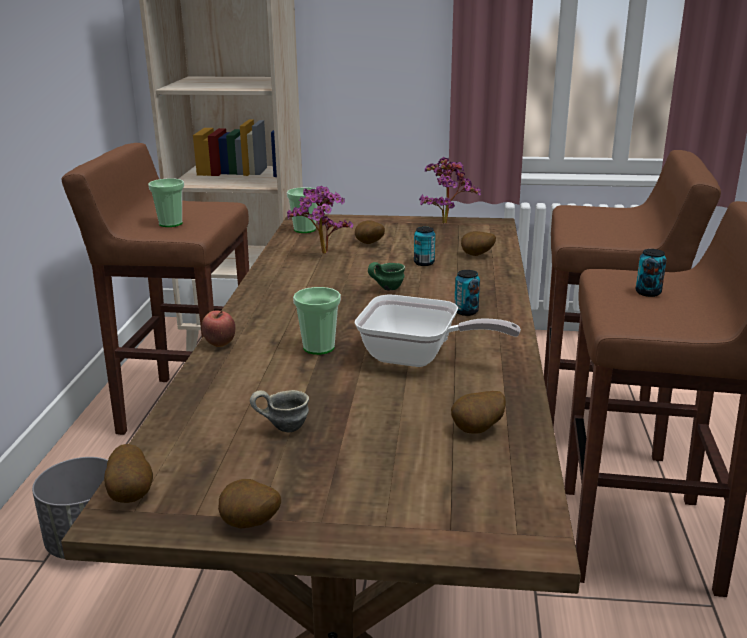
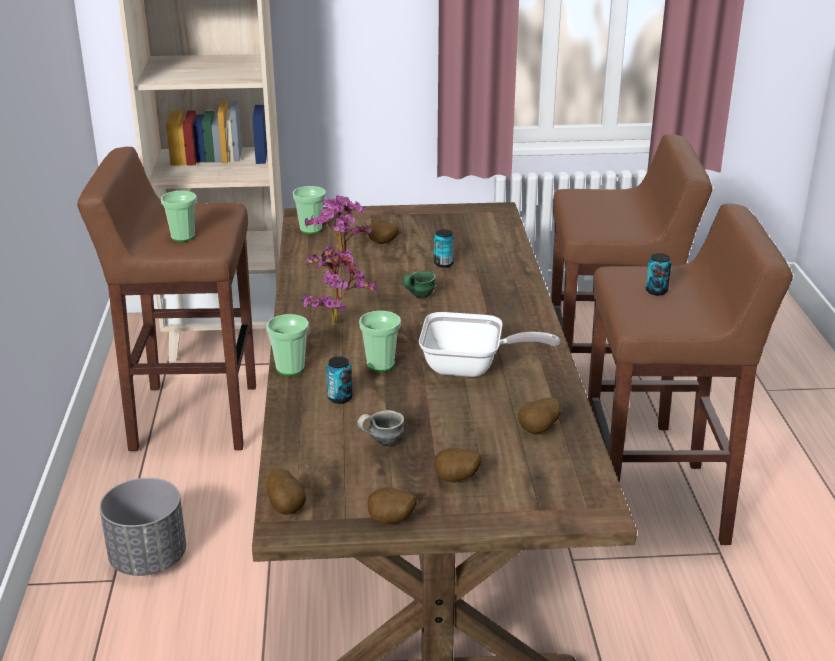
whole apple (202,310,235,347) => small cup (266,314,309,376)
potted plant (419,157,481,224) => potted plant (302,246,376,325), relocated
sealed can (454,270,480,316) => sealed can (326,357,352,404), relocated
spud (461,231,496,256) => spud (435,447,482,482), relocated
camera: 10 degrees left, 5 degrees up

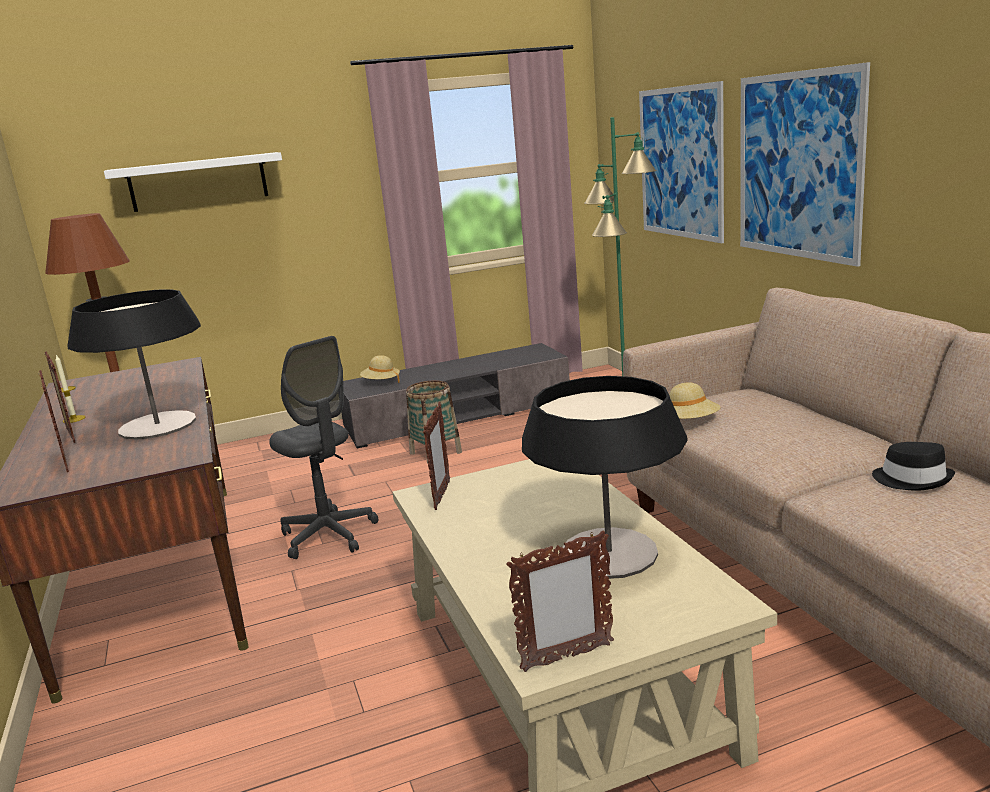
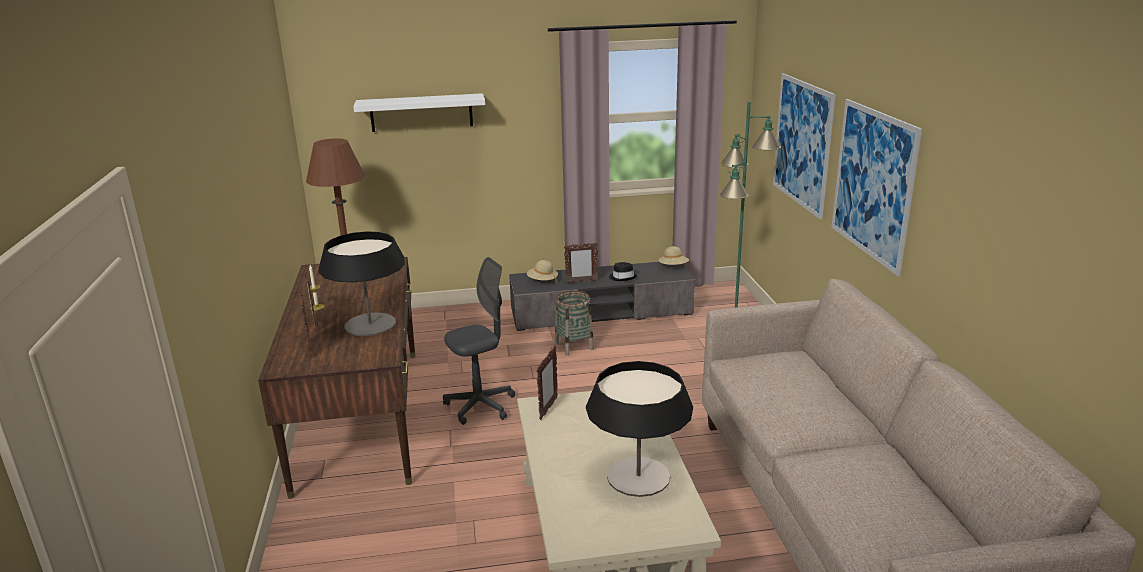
grey office chair (269,336,378,559) => grey office chair (443,257,515,425), 90 degrees counterclockwise
standing frame (506,530,614,672) => standing frame (564,242,598,284), relocated
black hat (872,442,955,491) => black hat (609,262,637,281), relocated
beige-coloured hat (669,382,721,419) => beige-coloured hat (658,246,689,265), relocated
camera: 10 degrees right, 5 degrees up

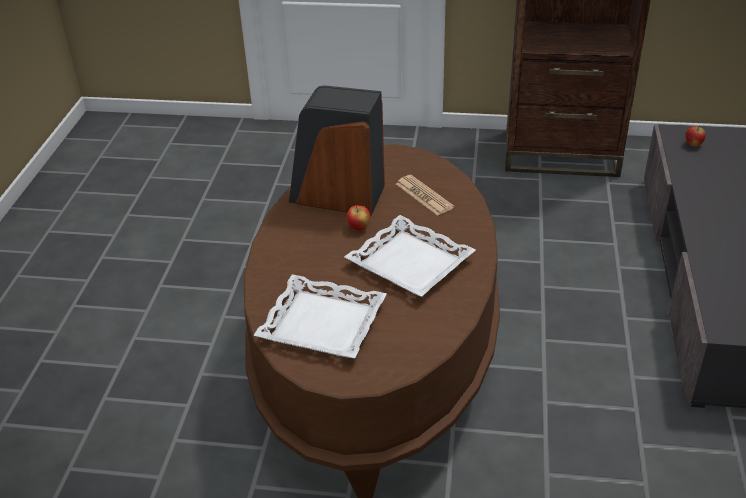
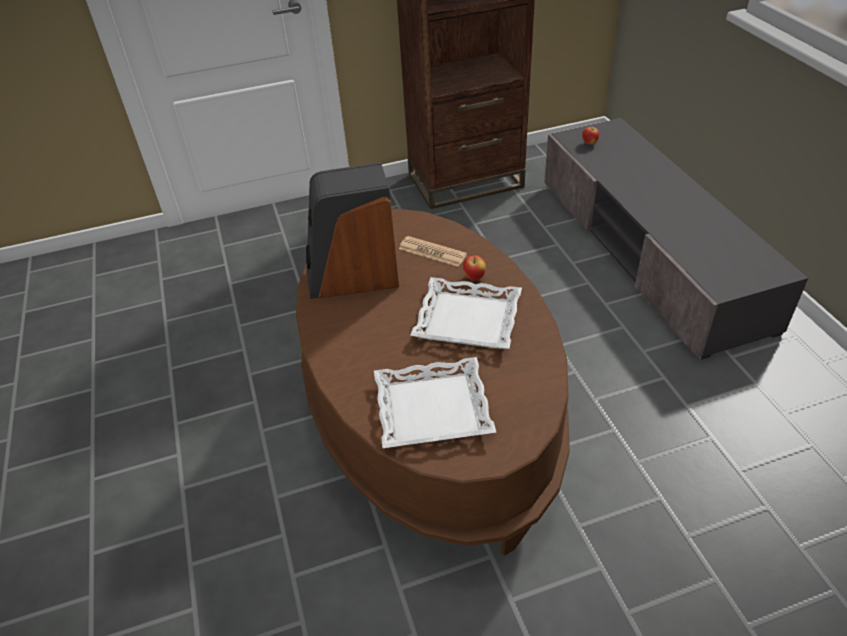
whole apple (346,205,370,231) => whole apple (463,255,486,280), relocated
camera: 25 degrees left, 5 degrees up

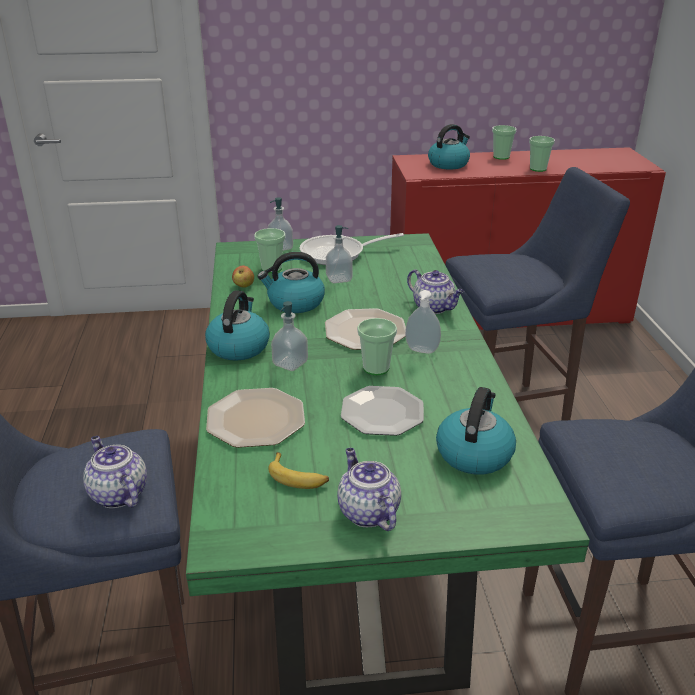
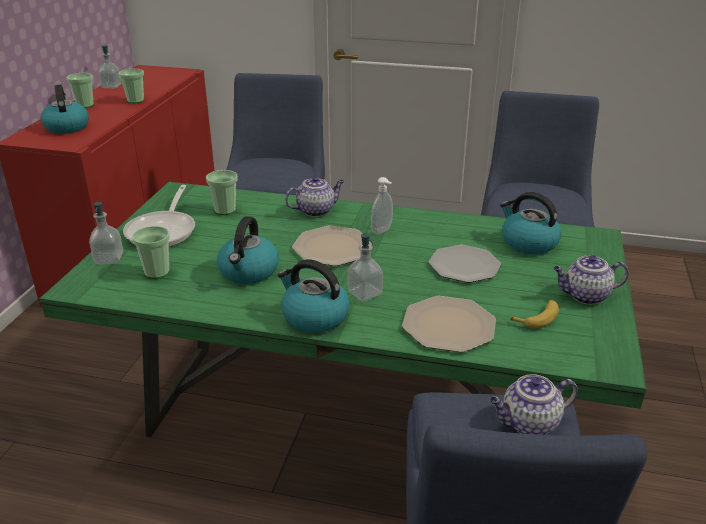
soap bottle (326,225,353,283) => soap bottle (99,45,121,89), relocated
small cup (357,318,397,375) => small cup (206,170,238,215), relocated
whole apple (232,266,254,288) => nothing
camera: 70 degrees left, 0 degrees up

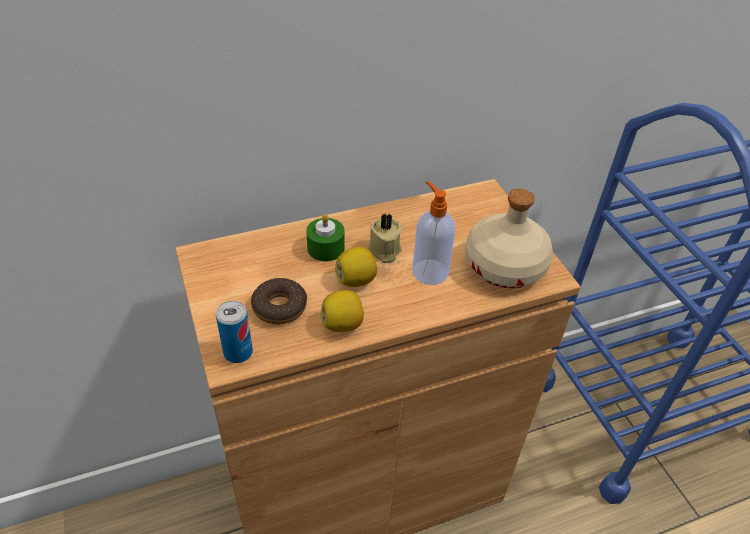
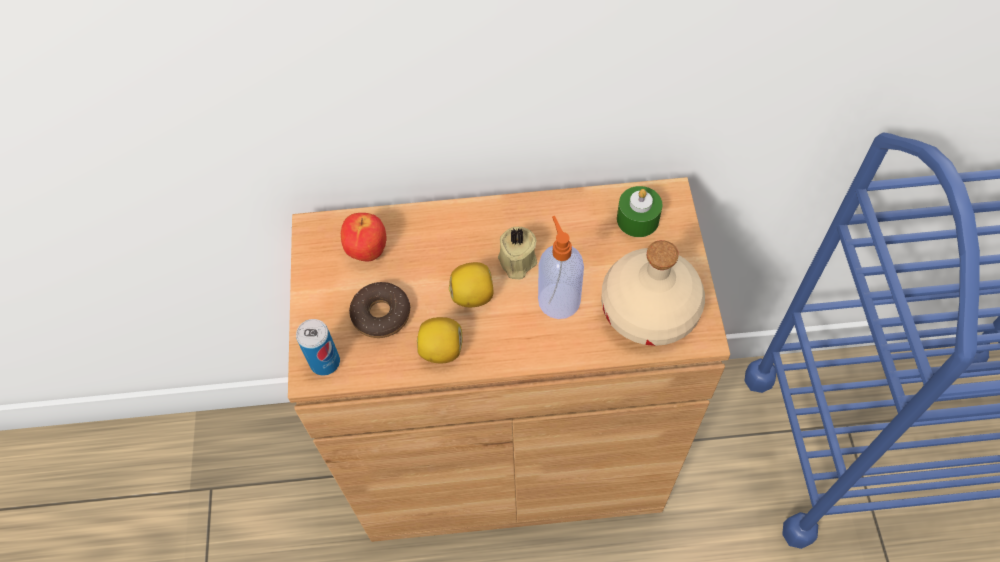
nothing => whole apple (341,213,387,261)
greenish candle (306,214,344,262) => greenish candle (617,186,663,237), relocated
camera: 20 degrees right, 15 degrees up

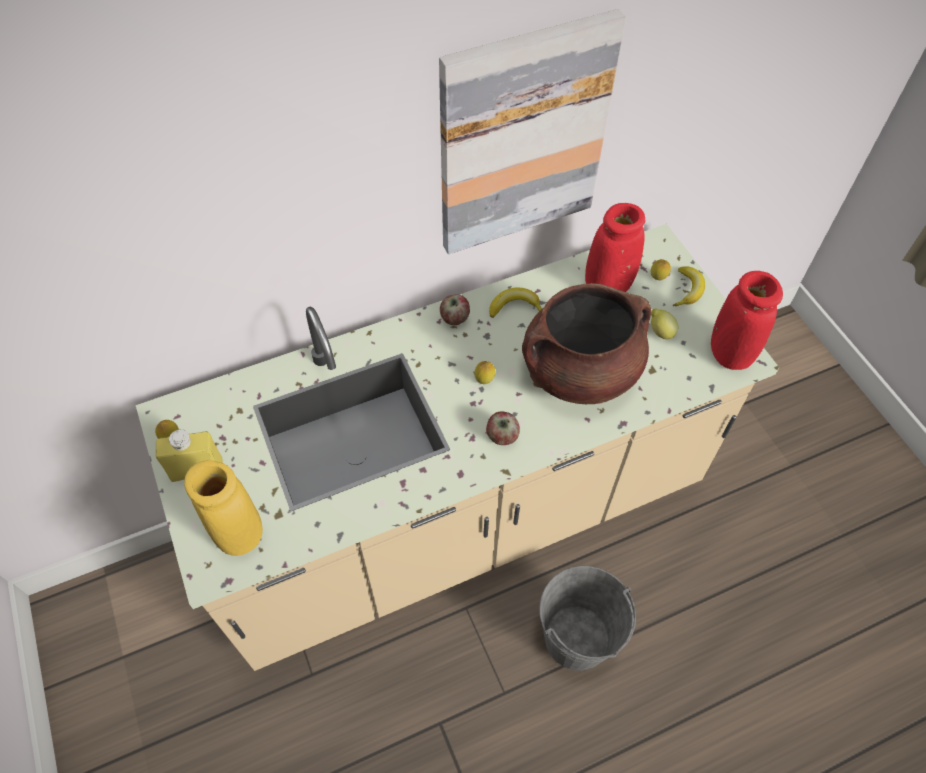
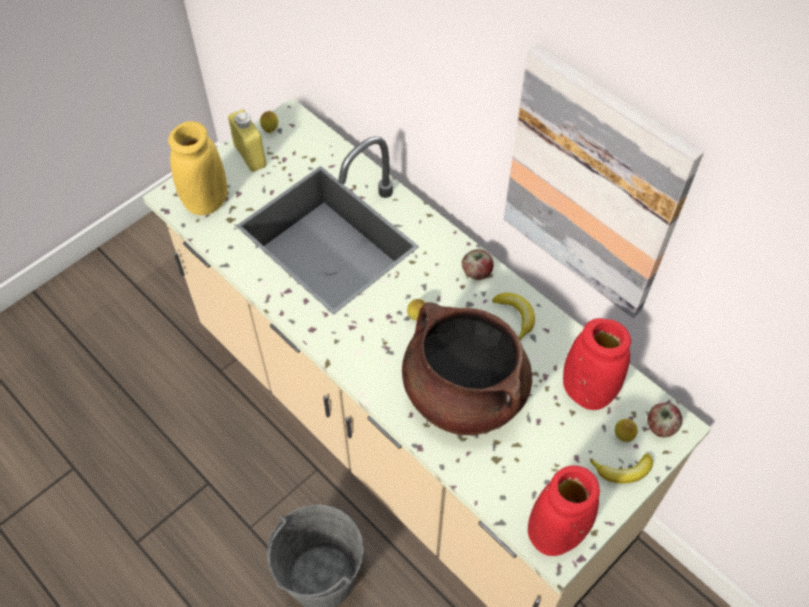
whole apple (486,411,520,445) => whole apple (647,403,682,437), relocated
whole lemon (651,308,678,339) => nothing
camera: 70 degrees right, 0 degrees up

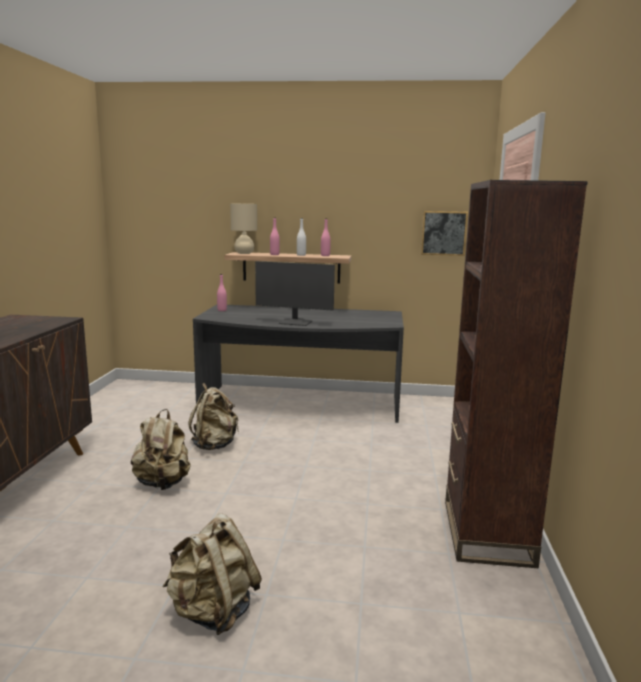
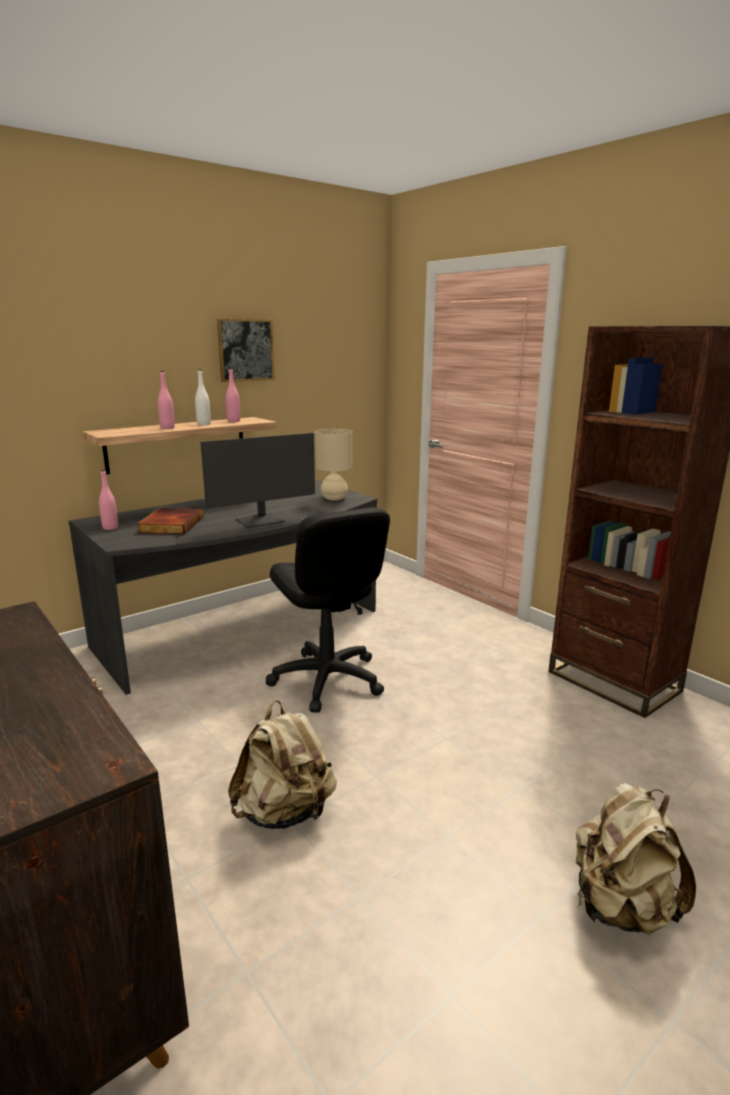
nothing => bound book (137,508,204,535)
picture (421,211,468,256) => picture (217,319,275,382), relocated
nothing => black office chair (266,507,390,713)
beige-coloured tabletop lamp (230,204,257,254) => beige-coloured tabletop lamp (315,429,352,501), relocated
beige-coloured rucksack (188,383,239,450) => nothing
camera: 45 degrees left, 5 degrees up

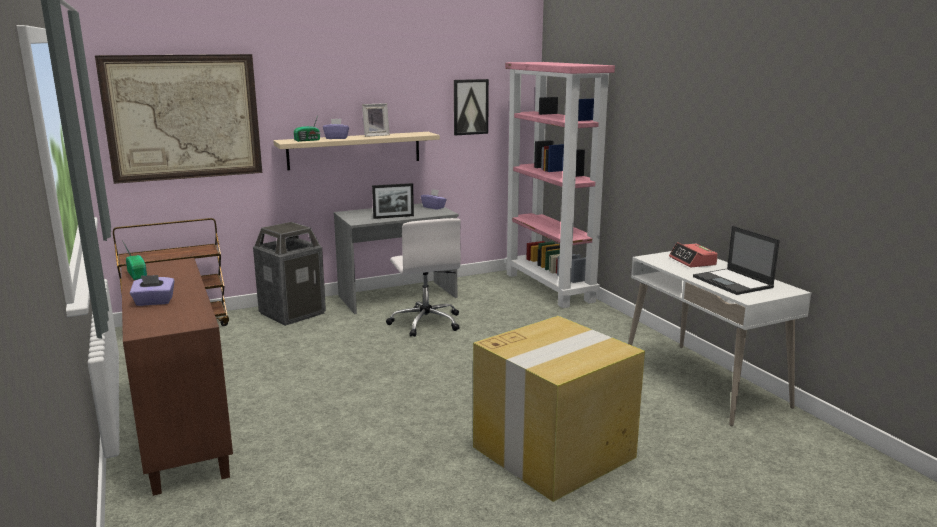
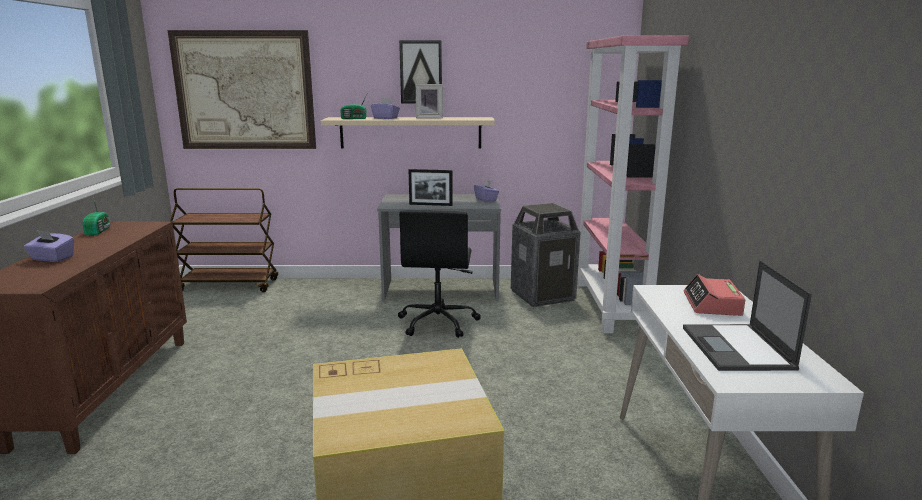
white office chair (386,218,461,337) => black office chair (398,209,481,338)
picture (454,79,489,135) => picture (399,40,442,104), relocated
waste bin (253,222,326,326) => waste bin (511,203,581,307), relocated
camera: 25 degrees right, 0 degrees up

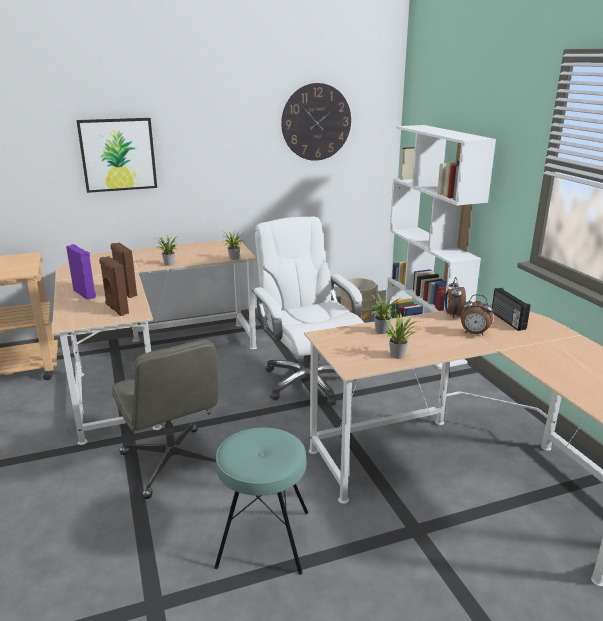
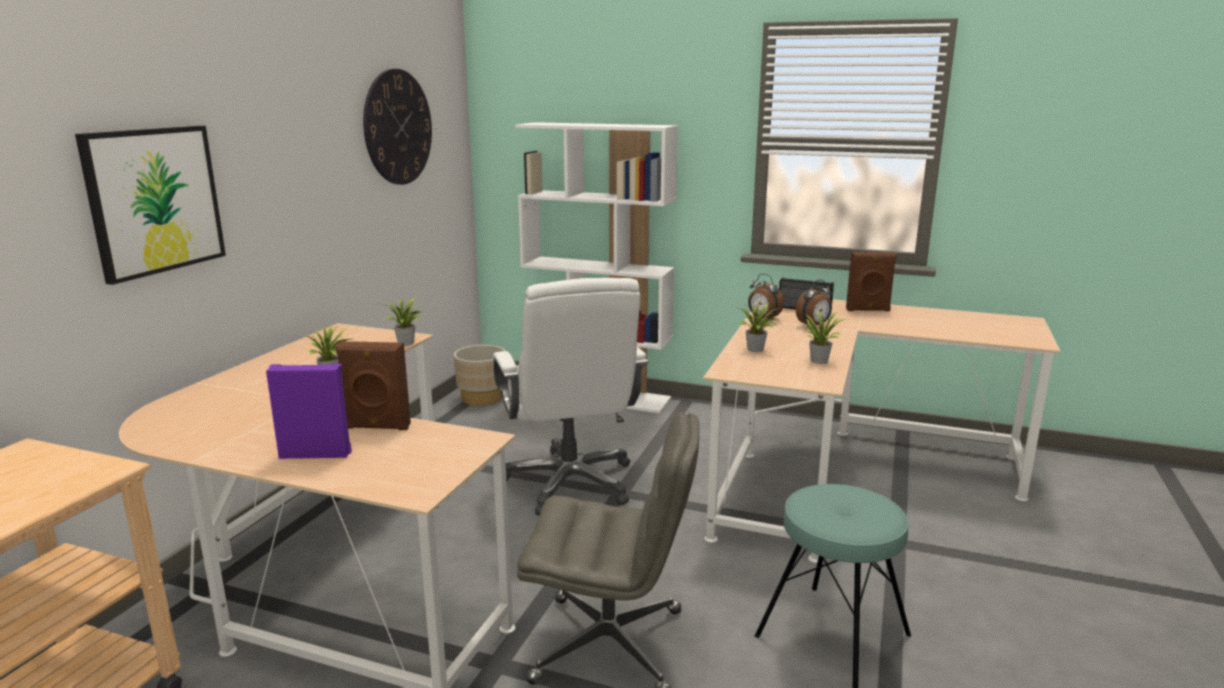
white office chair (252,217,364,406) => white office chair (493,278,649,516), 120 degrees counterclockwise
brown loudspeaker (99,256,129,316) => brown loudspeaker (846,252,897,311), relocated
camera: 50 degrees left, 5 degrees down

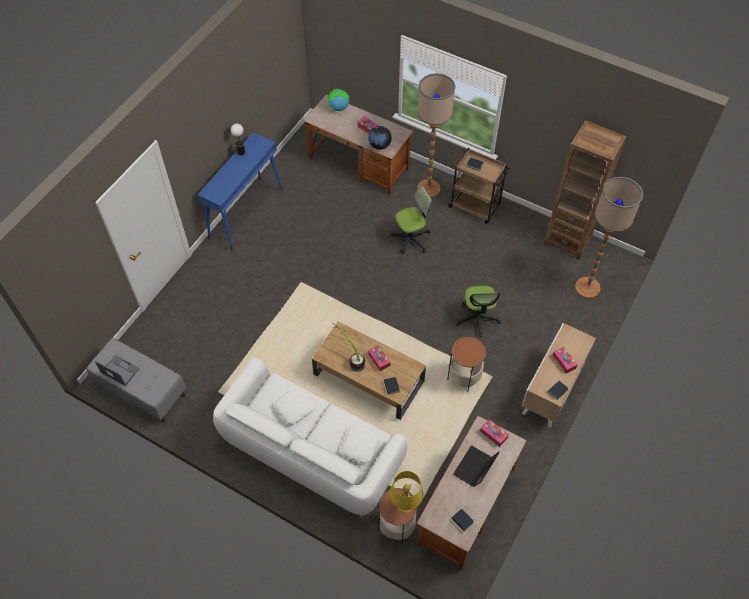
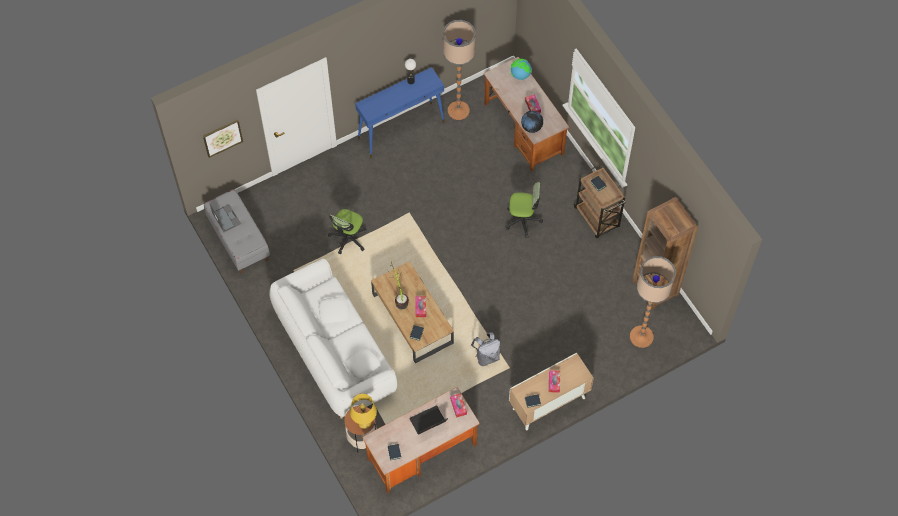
nothing => picture (203,119,243,158)
office chair (456,286,501,337) => office chair (328,209,367,255), relocated
floor lamp (417,73,456,197) => floor lamp (443,20,476,120), relocated
accent table (447,337,486,392) => grey rucksack (471,333,500,366)
camera: 30 degrees right, 5 degrees up

